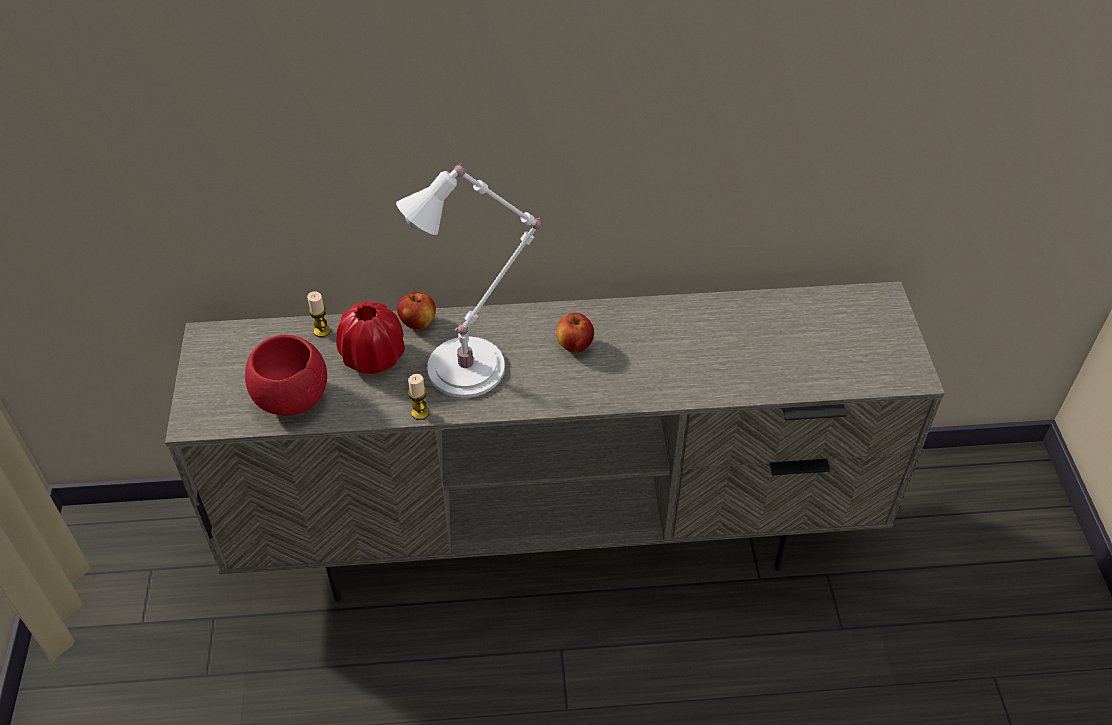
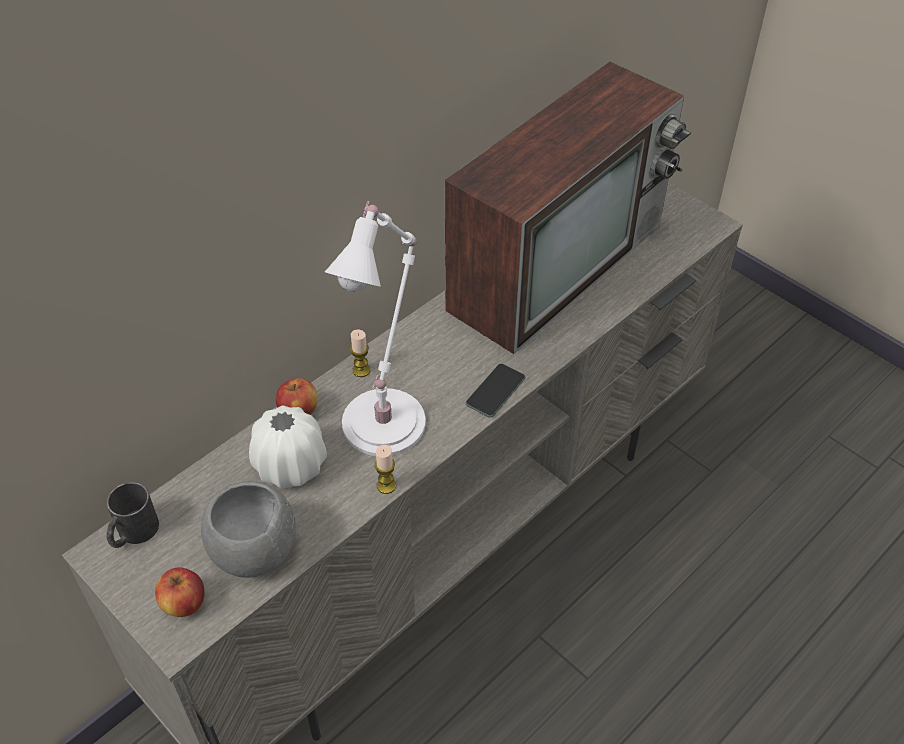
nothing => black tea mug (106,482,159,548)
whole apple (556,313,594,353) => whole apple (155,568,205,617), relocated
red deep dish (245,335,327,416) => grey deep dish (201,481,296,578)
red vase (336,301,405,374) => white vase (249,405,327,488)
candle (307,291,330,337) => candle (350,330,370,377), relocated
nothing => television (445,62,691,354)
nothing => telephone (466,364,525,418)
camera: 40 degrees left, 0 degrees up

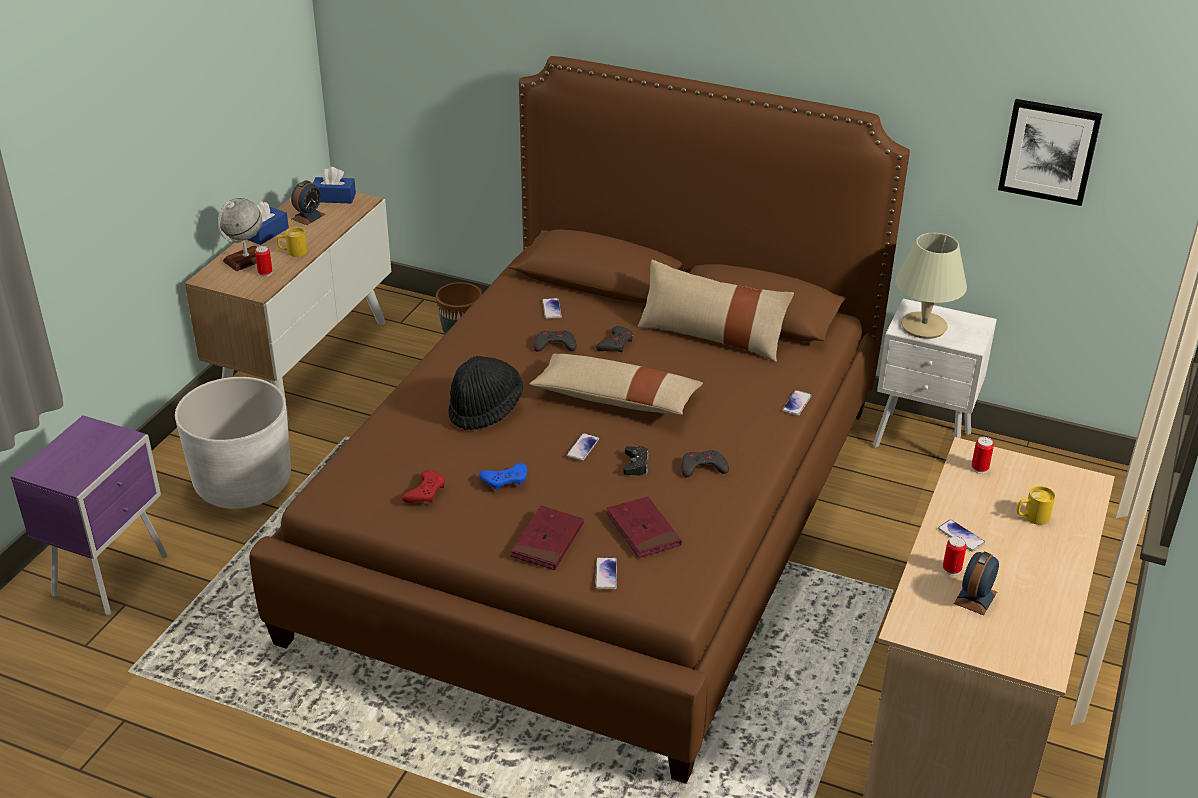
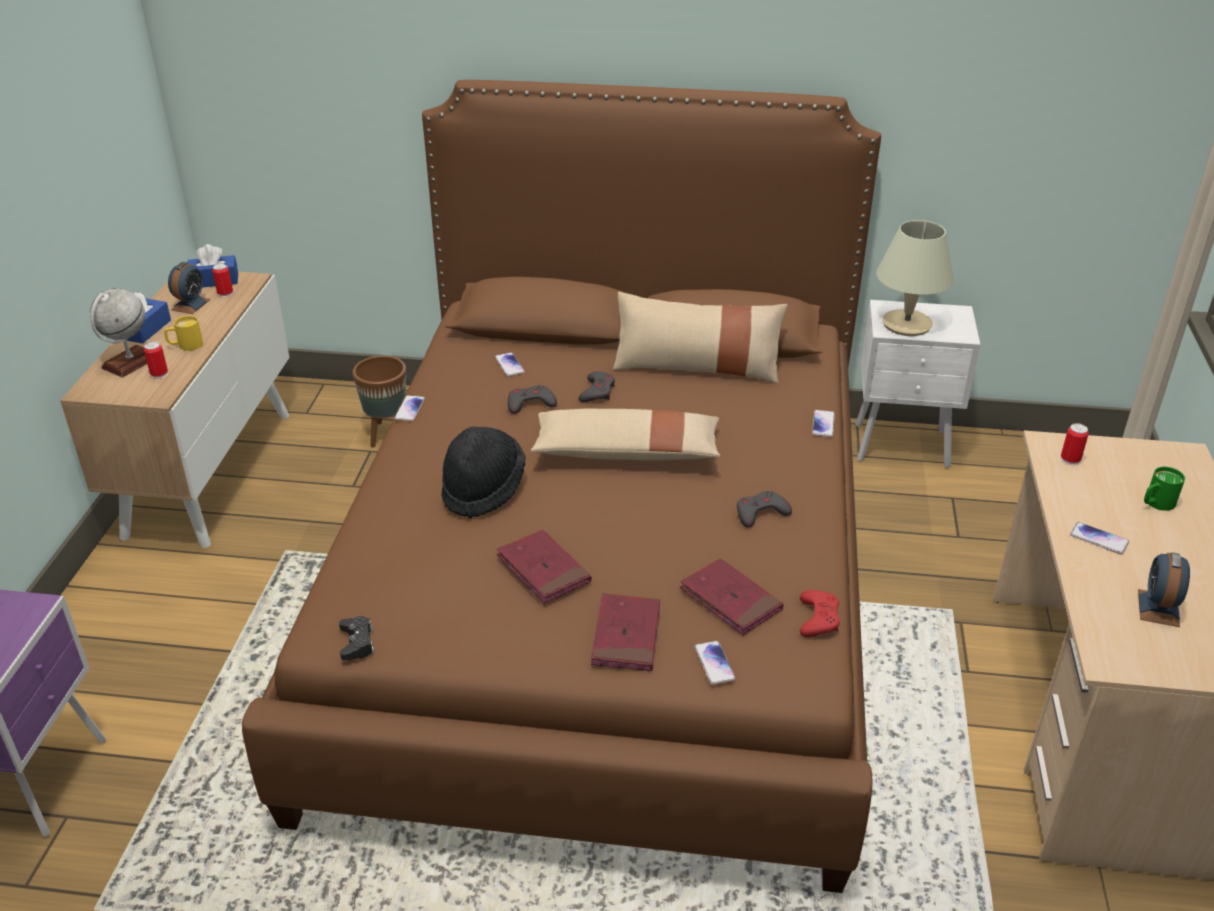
sealed can (943,536,967,575) => sealed can (212,263,233,297), relocated
black joypad (623,446,649,475) => black joypad (339,616,374,661), relocated
telephone (567,433,599,461) => telephone (395,395,425,421), relocated
blue-coloured joypad (479,463,527,491) => red bound book (497,530,592,604)
red joypad (402,470,445,503) => red joypad (800,590,840,637), relocated
yellowish tea mug (1017,486,1056,525) => greenish tea mug (1144,467,1185,511)
white planter (175,377,291,509) => nothing
picture (998,99,1102,206) => nothing
camera: 15 degrees left, 0 degrees up

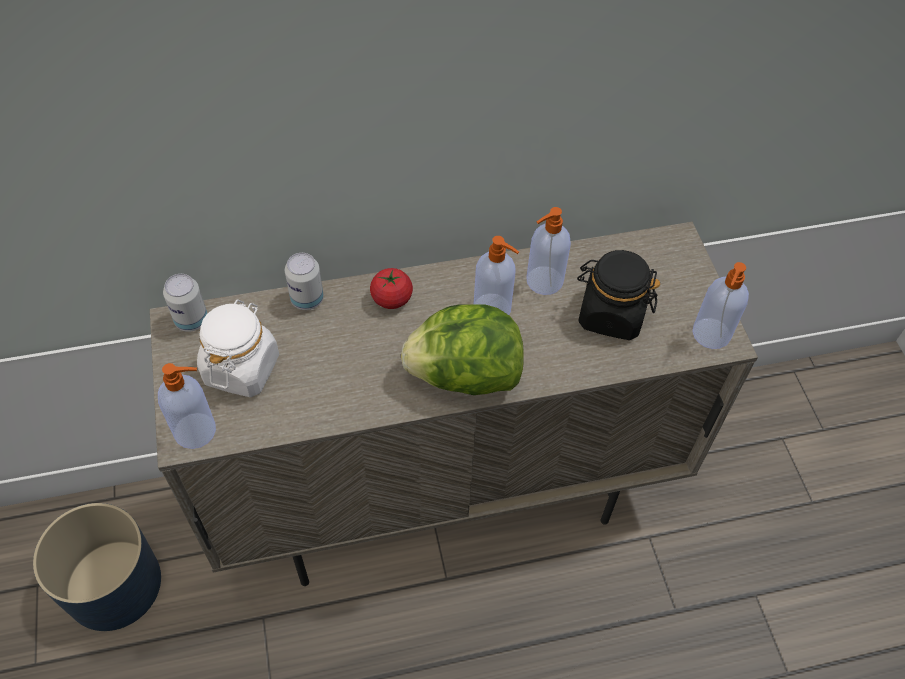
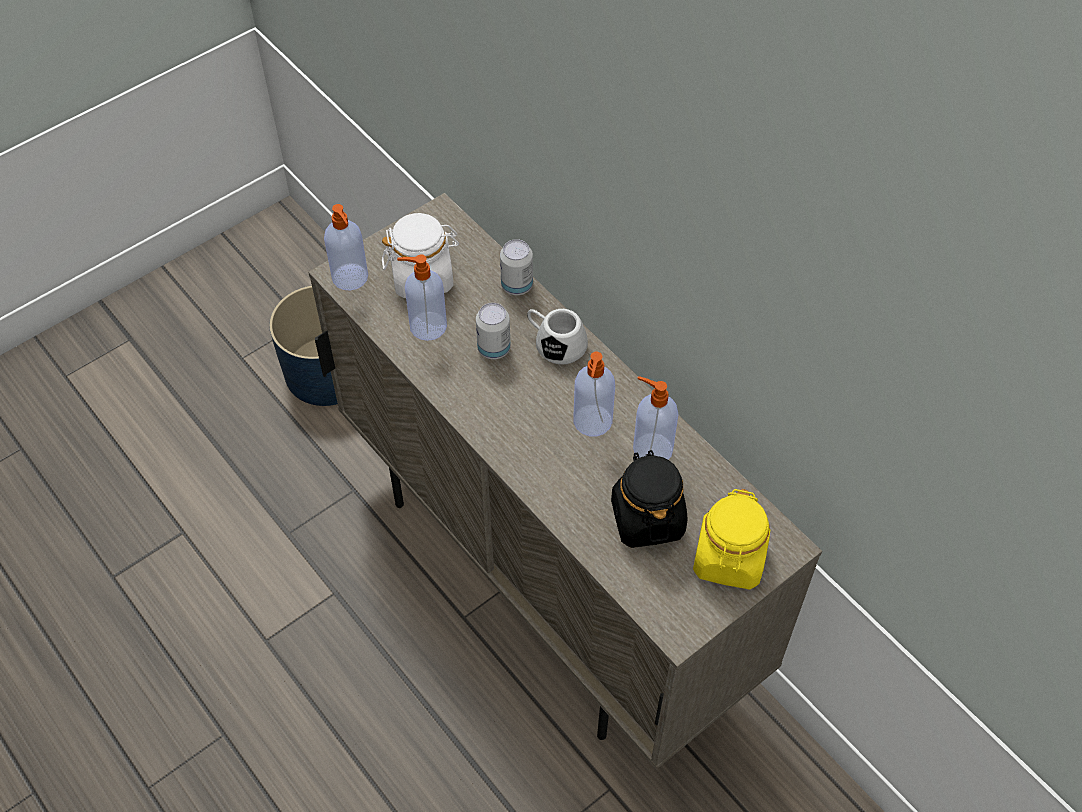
soap bottle (692,262,749,349) => soap bottle (397,254,447,341), relocated
sealed can (163,274,207,332) => sealed can (476,303,510,359), relocated
whole tomato (370,268,413,309) => white tea mug (527,309,588,365)
nothing => yellowish jar (693,489,770,589)
head of lettuce (401,304,524,395) => nothing
camera: 65 degrees right, 0 degrees up

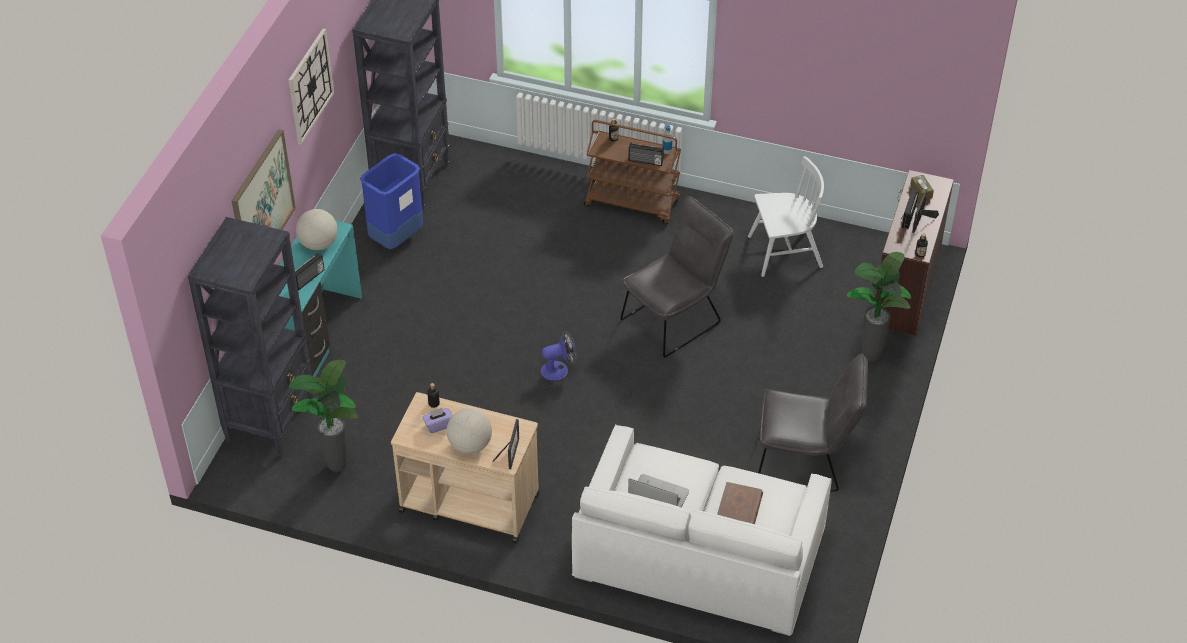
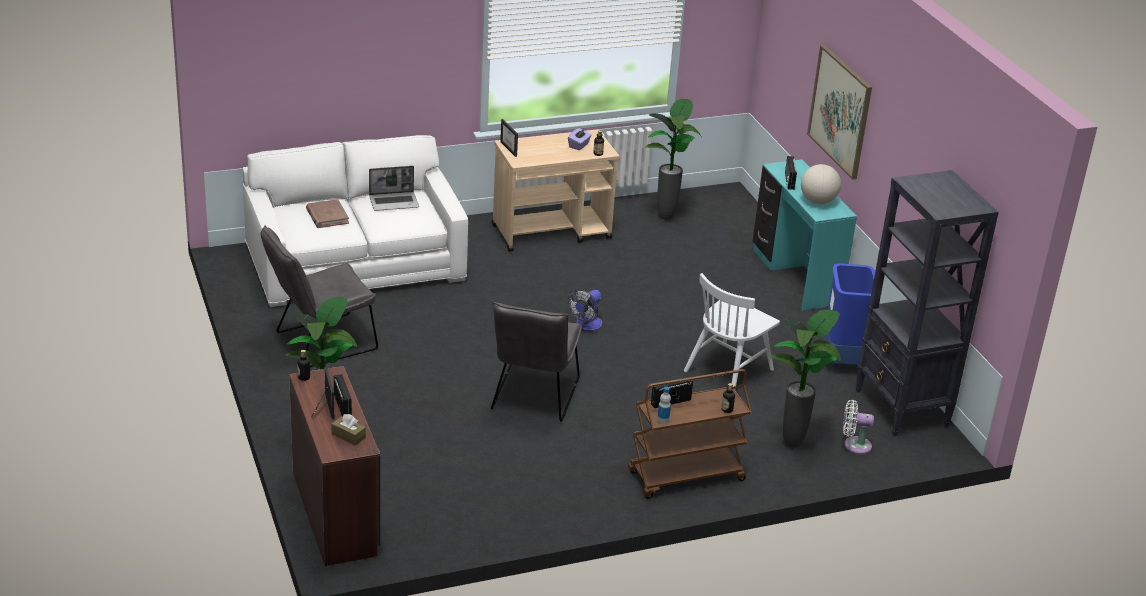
white upright chair (748,156,824,277) => white upright chair (684,273,780,387), relocated
nothing => potted plant (771,310,841,447)
nothing => white cooling fan (843,400,874,454)
black bookcase (188,217,315,457) => nothing
wall clock (288,29,334,145) => nothing
globe (447,408,492,454) => nothing
camera: 140 degrees right, 15 degrees down

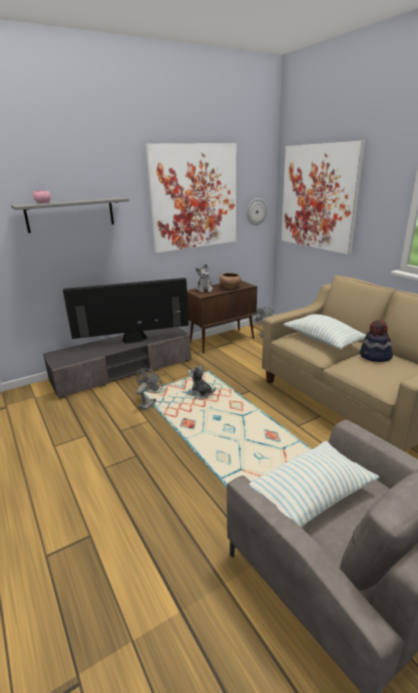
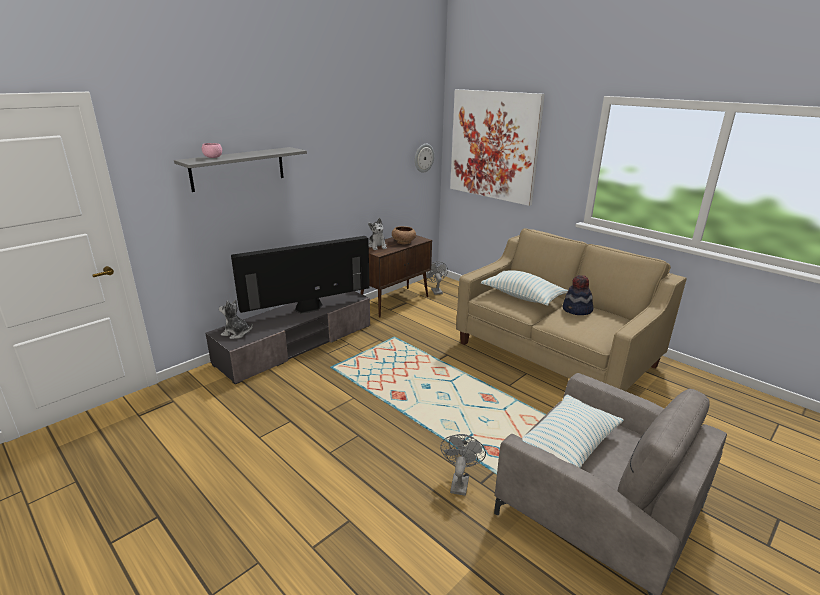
soft toy (188,365,216,399) => soft toy (219,300,253,339), relocated
grey cooling fan (136,368,163,410) => grey cooling fan (440,434,486,496), relocated
picture (145,143,236,253) => nothing
camera: 15 degrees left, 0 degrees up

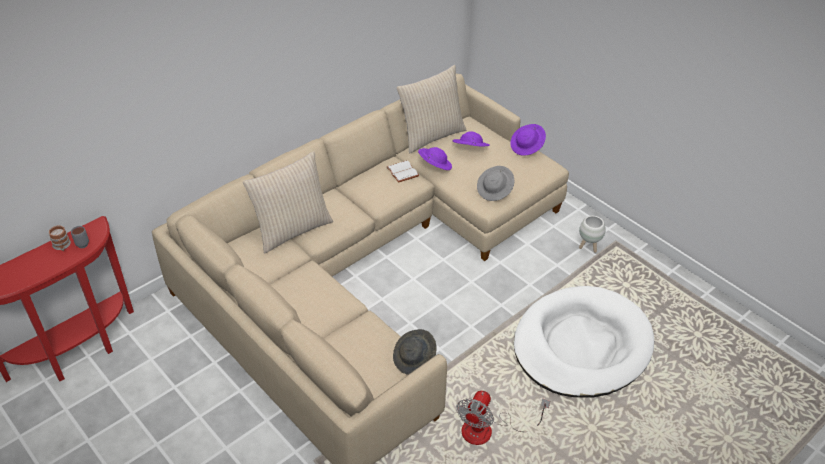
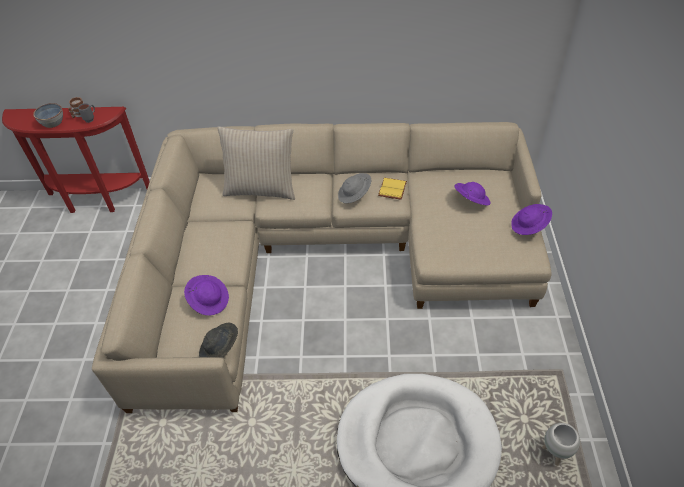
nothing => deep dish (33,103,63,128)
purple-coloured hat (418,147,452,170) => purple-coloured hat (184,275,229,316), relocated
grey hat (477,166,514,201) => grey hat (338,173,371,203), relocated
white bound book (387,160,419,183) => yellowish bound book (378,178,407,200)
white planter (579,216,606,253) => white planter (542,423,580,466), relocated
beige-coloured throw pillow (396,65,466,153) => nothing
cooling fan (456,390,550,445) => nothing
camera: 45 degrees right, 5 degrees up

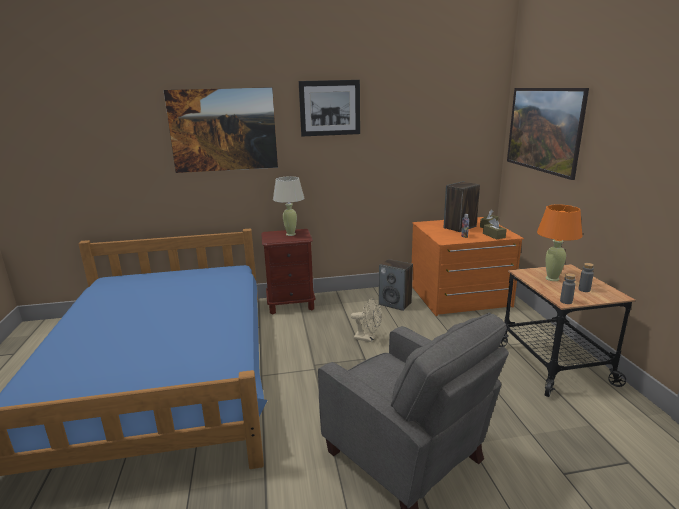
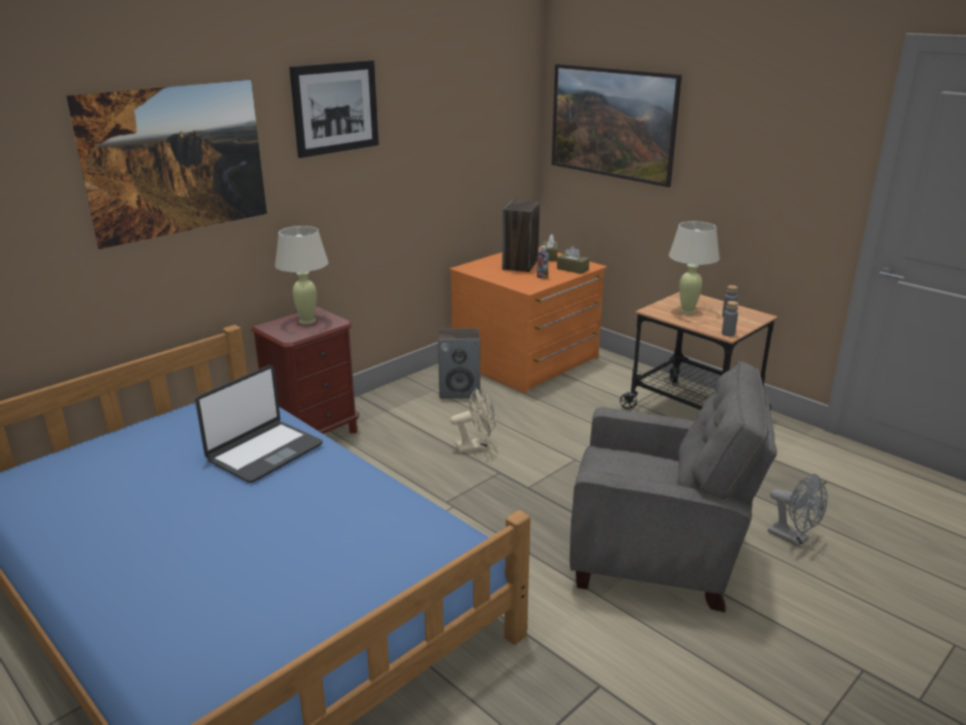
nothing => portable computer (195,365,323,483)
orange tabletop lamp (537,205,583,281) => beige-coloured tabletop lamp (669,221,720,314)
nothing => grey cooling fan (768,474,827,547)
camera: 35 degrees left, 5 degrees up

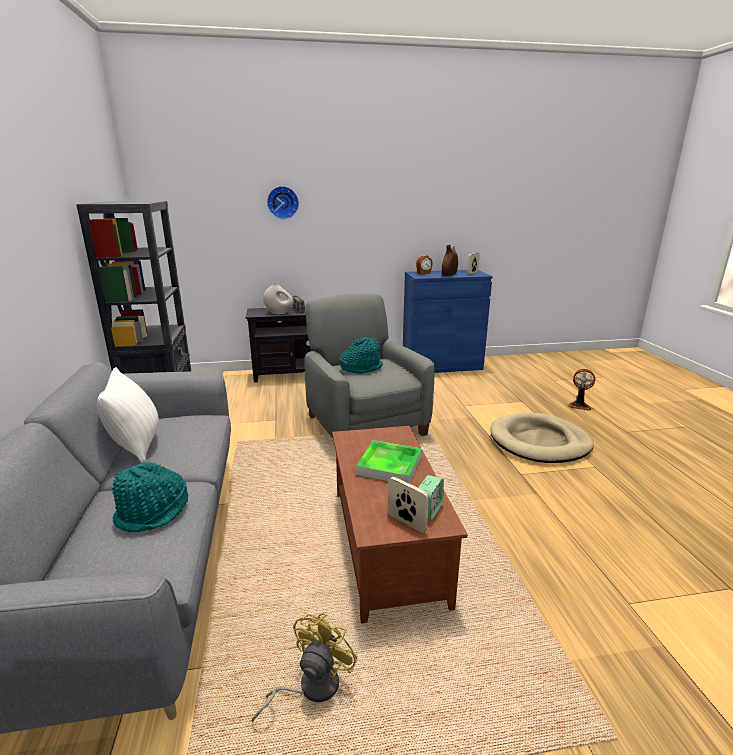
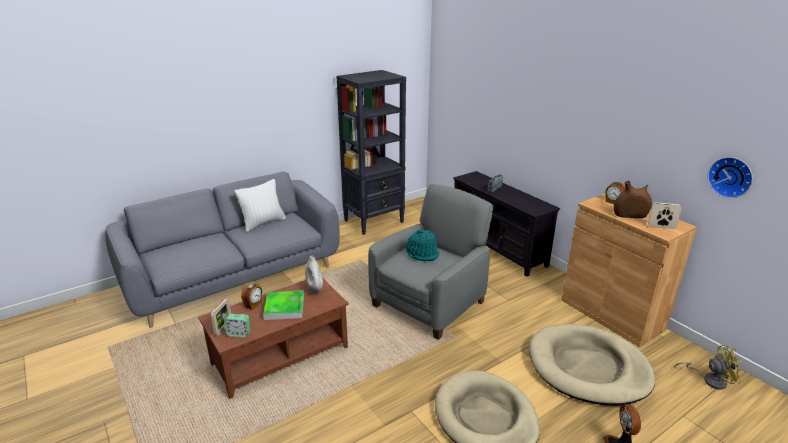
nothing => bedside clock (241,283,262,310)
white vase (263,282,294,314) => white vase (305,256,323,294), relocated
nothing => beige-coloured dog bed (529,324,655,406)
blue-coloured storage cabinet (403,270,493,373) => brown storage cabinet (561,193,697,347)
yellowish cooling fan (252,613,358,722) => yellowish cooling fan (675,345,741,390), relocated
wall clock (267,186,299,219) => wall clock (708,157,753,198), relocated
turquoise hat (112,462,188,532) => nothing
camera: 65 degrees right, 5 degrees up

